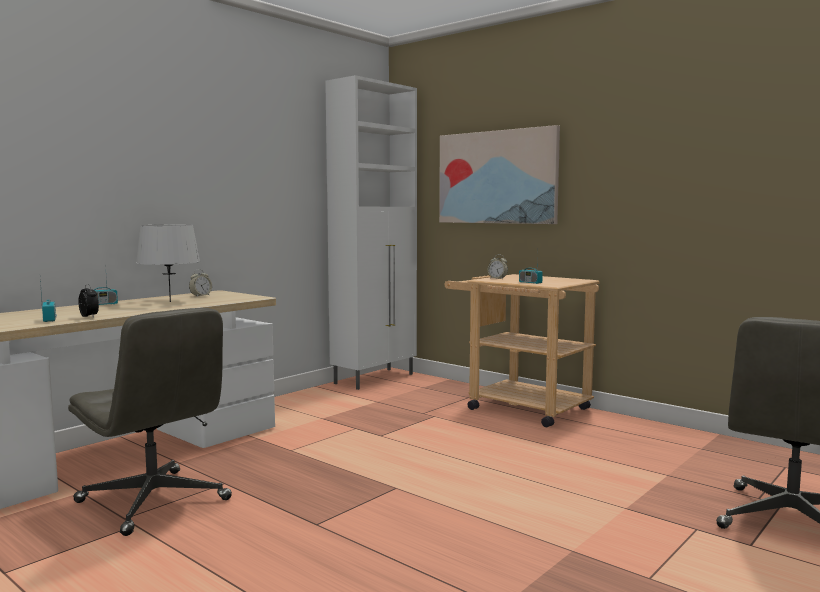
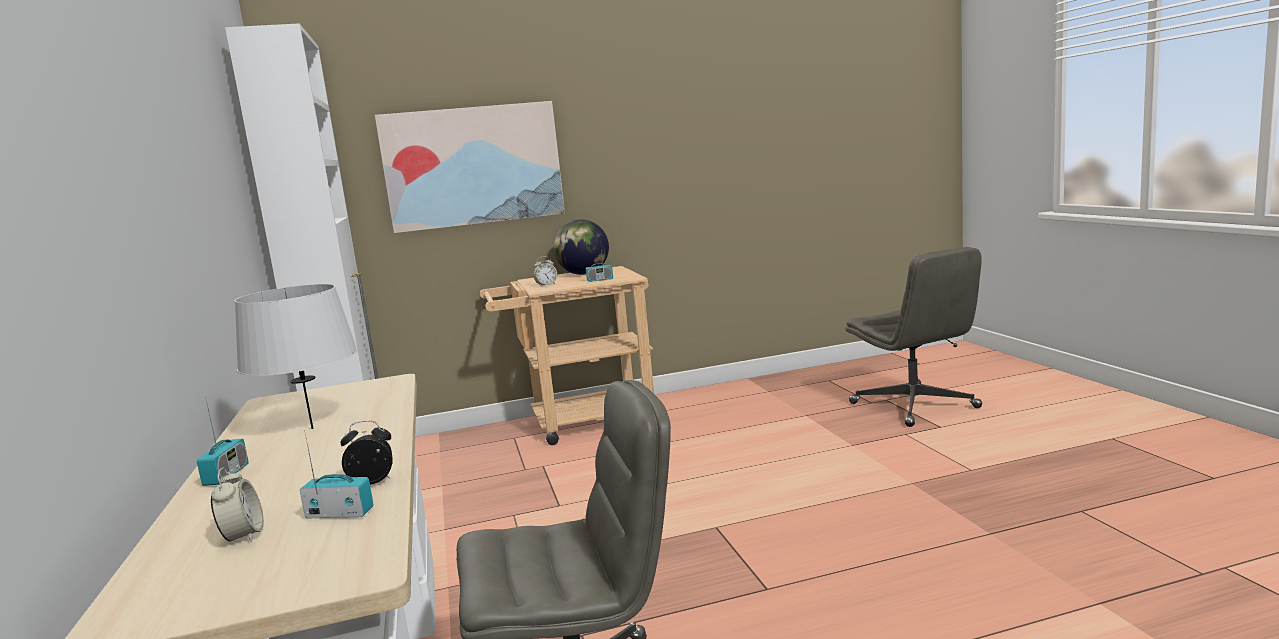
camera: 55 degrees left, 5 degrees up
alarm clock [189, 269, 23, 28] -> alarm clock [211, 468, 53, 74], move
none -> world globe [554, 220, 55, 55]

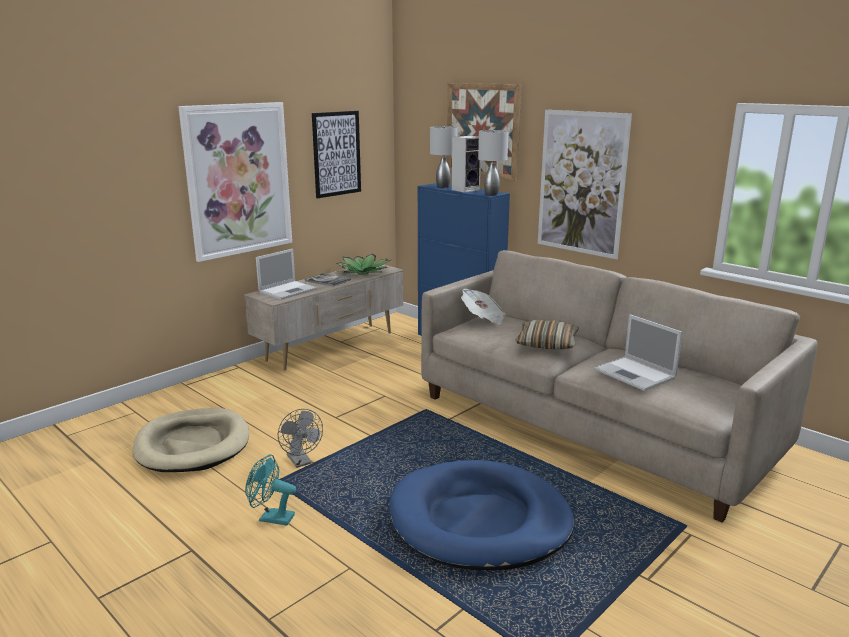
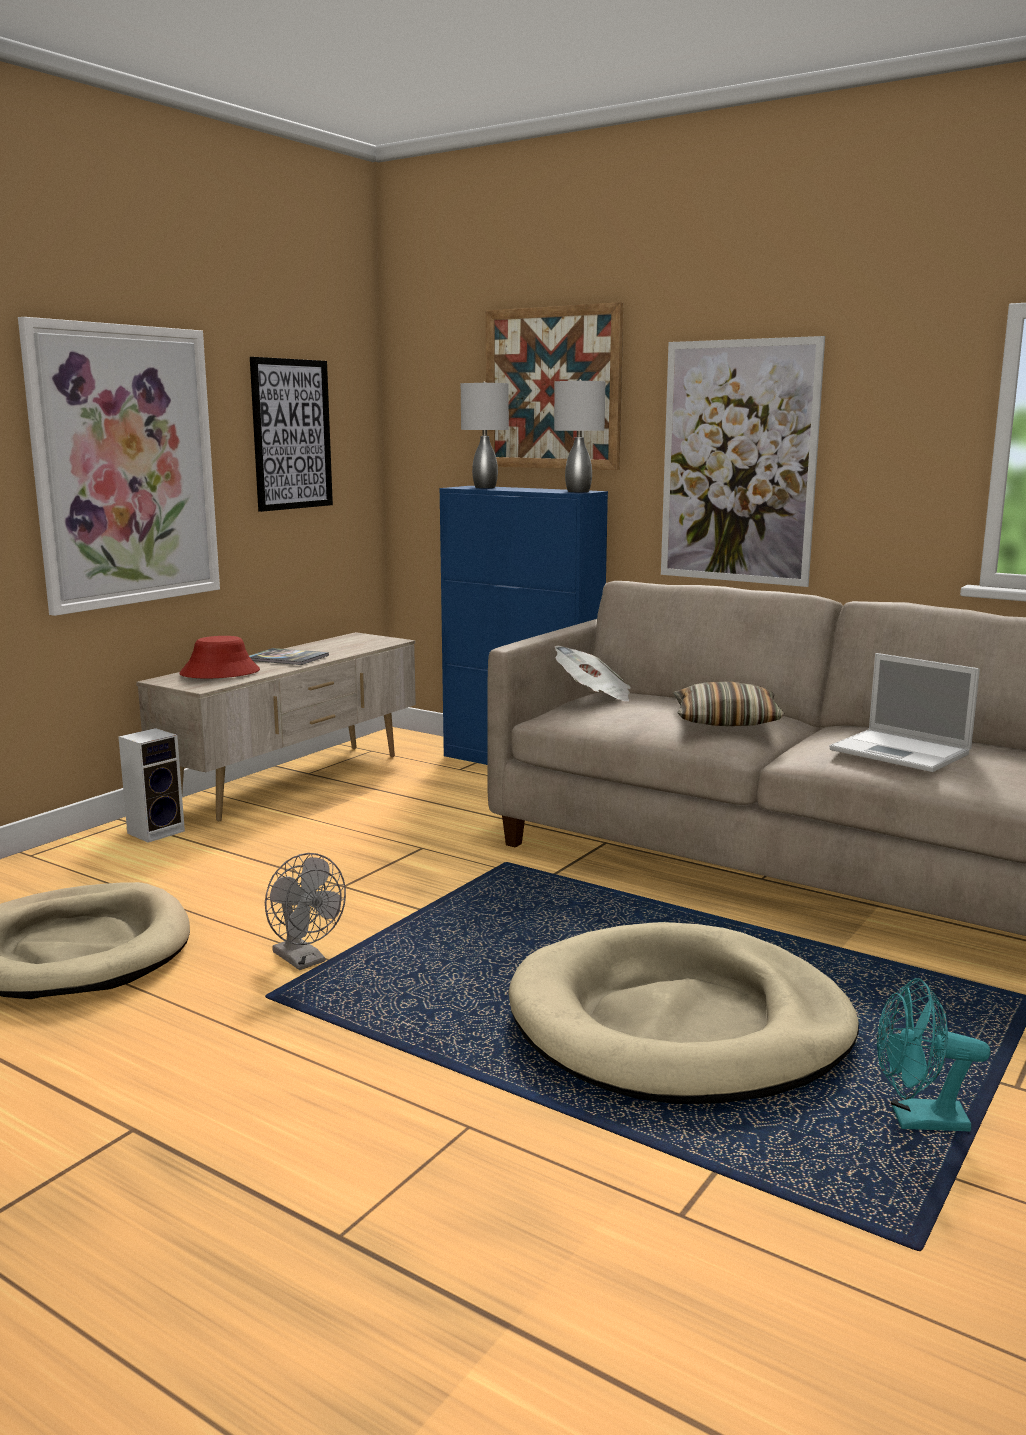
camera: 10 degrees left, 5 degrees down
electric fan in blue-green [245, 454, 51, 72] -> electric fan in blue-green [877, 978, 113, 153], move
laptop [256, 249, 61, 51] -> hat in red [179, 636, 81, 42]
houseplant [336, 254, 55, 21] -> none
dog bed in bluish [389, 460, 185, 110] -> dog bed in sand-coloured [508, 922, 351, 182]
loudspeaker [452, 136, 29, 57] -> loudspeaker [118, 728, 67, 115], move

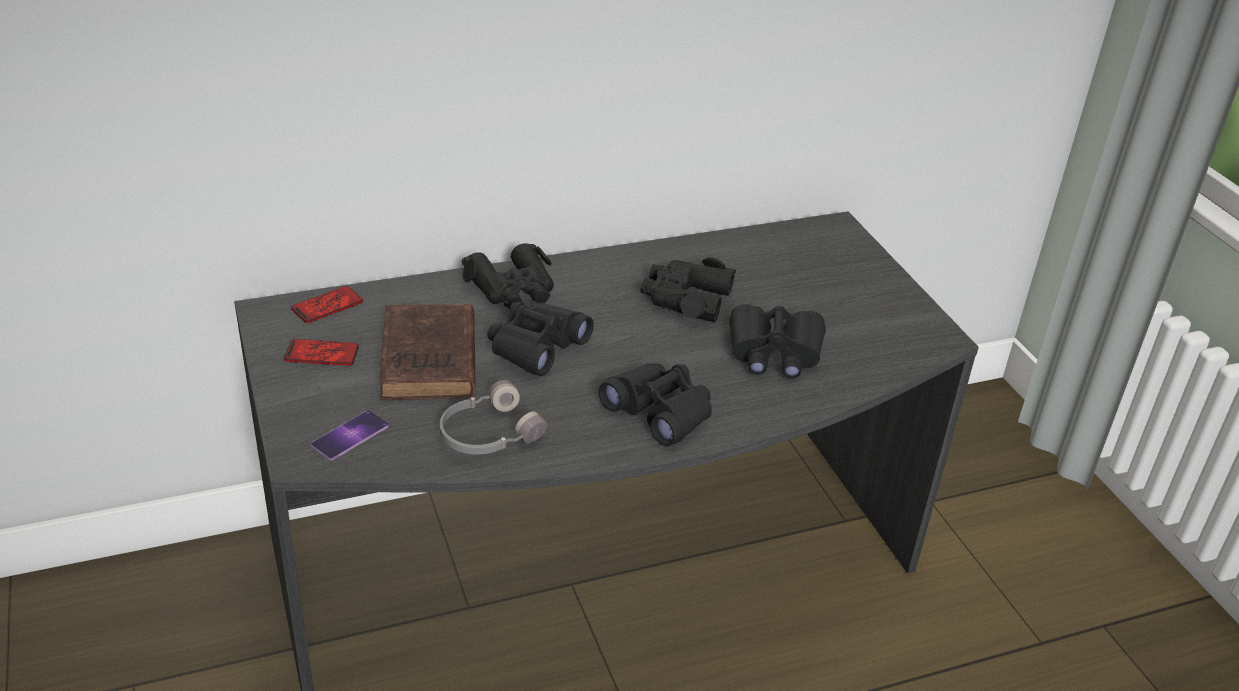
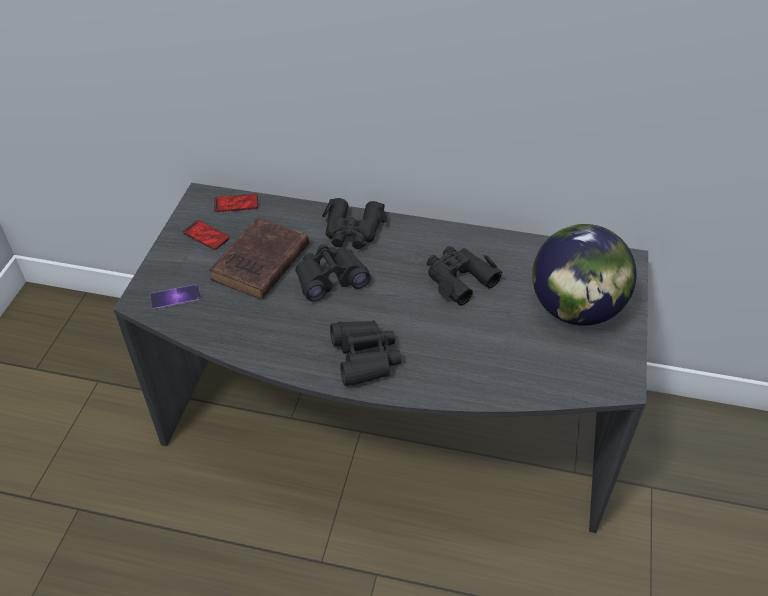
camera: 35 degrees right, 10 degrees up
headset in greyish [440, 380, 108, 74] -> none
pair of binoculars in black-coloured [729, 304, 97, 75] -> none
none -> world globe [532, 224, 104, 102]

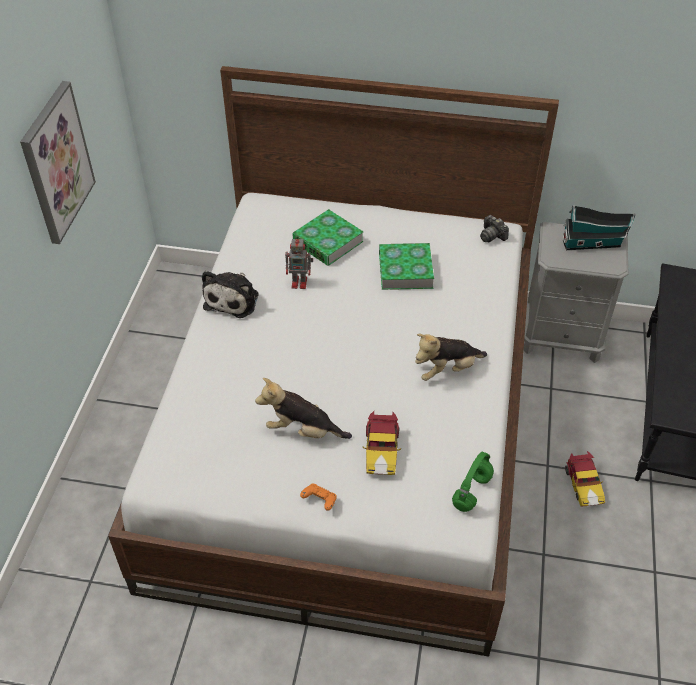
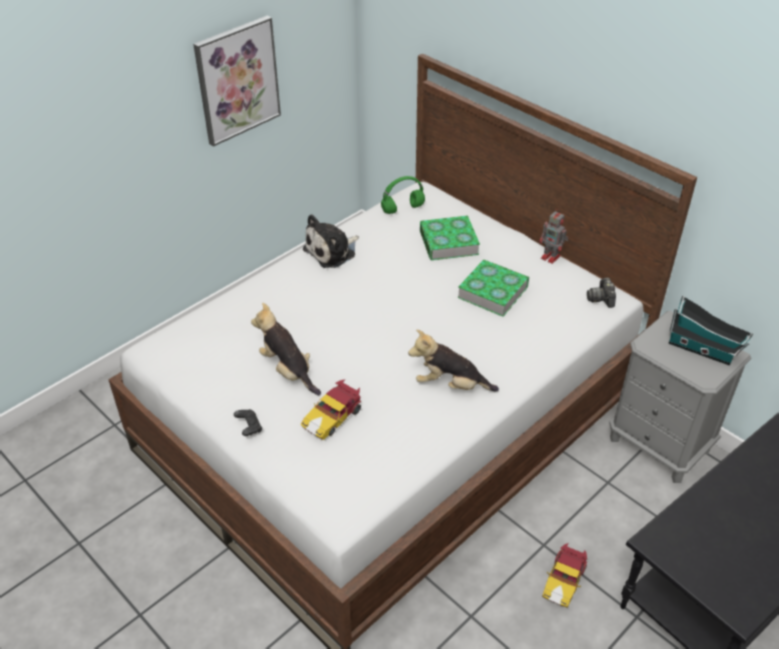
camera: 35 degrees right, 5 degrees down
toy robot [285, 236, 28, 53] -> toy robot [539, 209, 29, 55], move
gamepad in orange [300, 484, 37, 27] -> gamepad in black-coloured [234, 409, 28, 27]
headset in green [452, 451, 42, 61] -> headset in green [381, 176, 44, 38], move

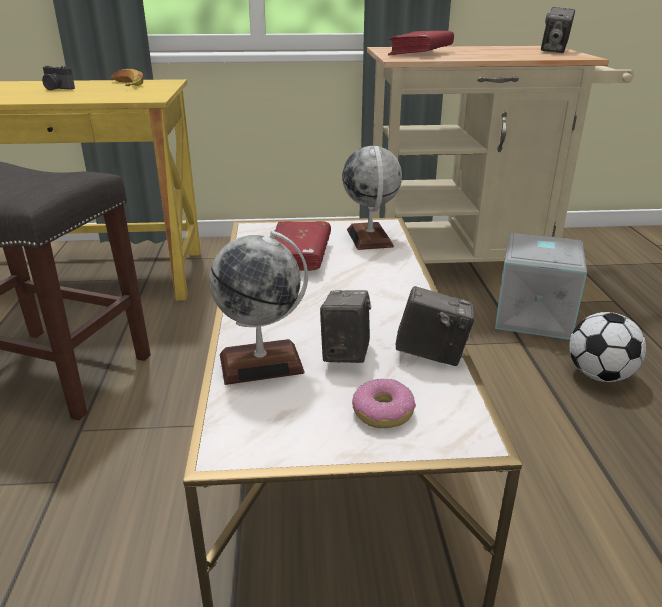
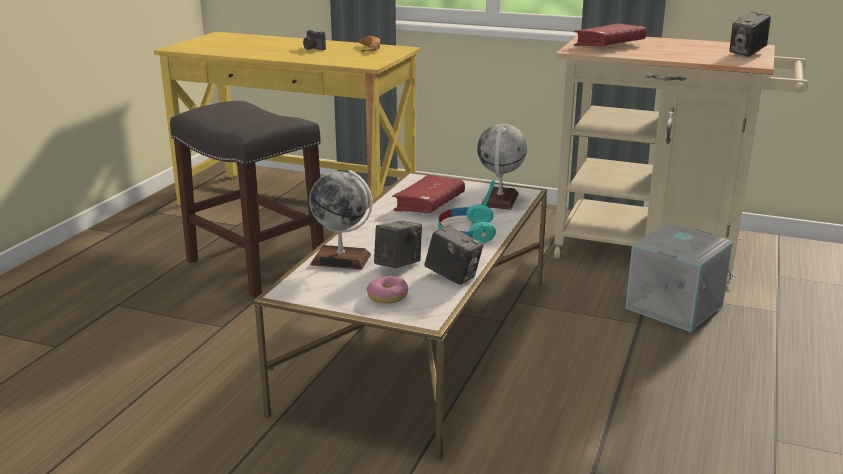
camera: 25 degrees right, 5 degrees down
ball for football [569, 312, 77, 70] -> none
none -> headset in blue-green [438, 180, 58, 63]

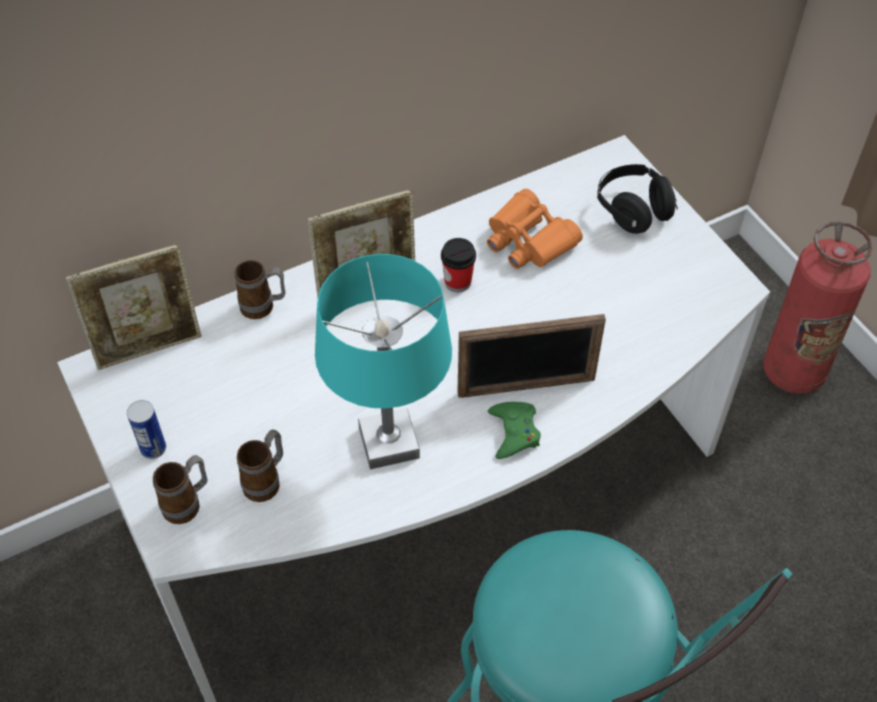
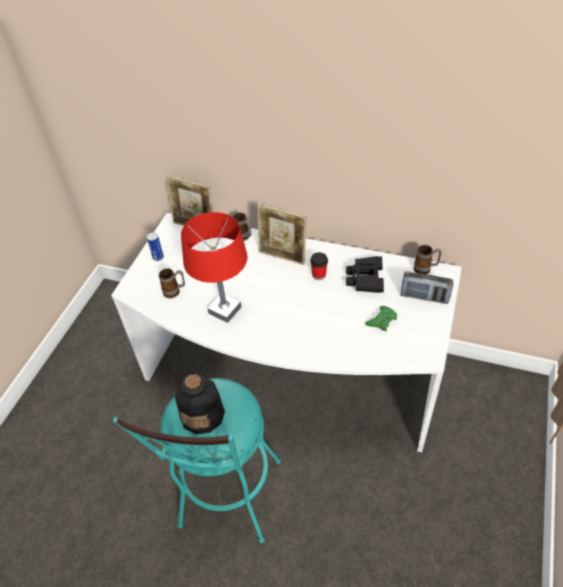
camera: 50 degrees right, 5 degrees down
tea mug [153, 455, 55, 69] -> tea mug [414, 245, 28, 29], move
table lamp in blue-green [315, 254, 137, 215] -> table lamp in red [181, 212, 67, 111]
photo frame [457, 314, 149, 84] -> none
pair of binoculars in orange [487, 189, 96, 80] -> pair of binoculars in black-coloured [346, 256, 38, 37]
gamepad in green [488, 402, 53, 57] -> gamepad in green [365, 306, 32, 25], move
headset in black-coloured [597, 164, 81, 70] -> radio set [401, 271, 52, 33]
fire extinguisher [763, 221, 110, 173] -> none
none -> beverage bottle [175, 373, 50, 61]

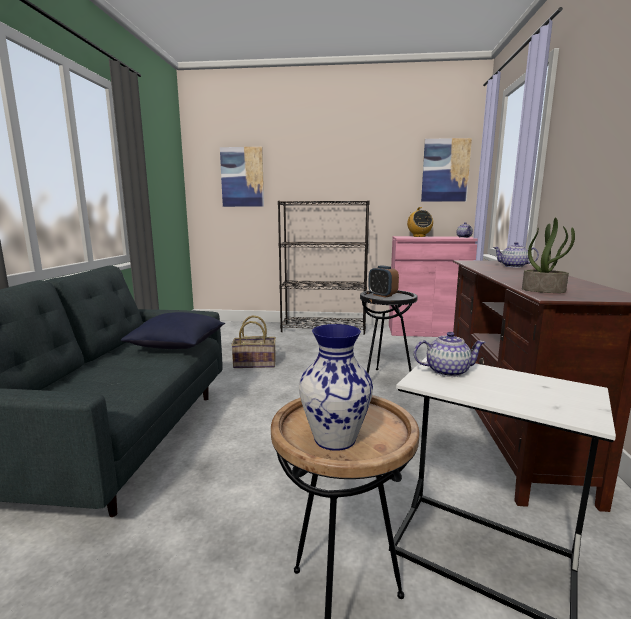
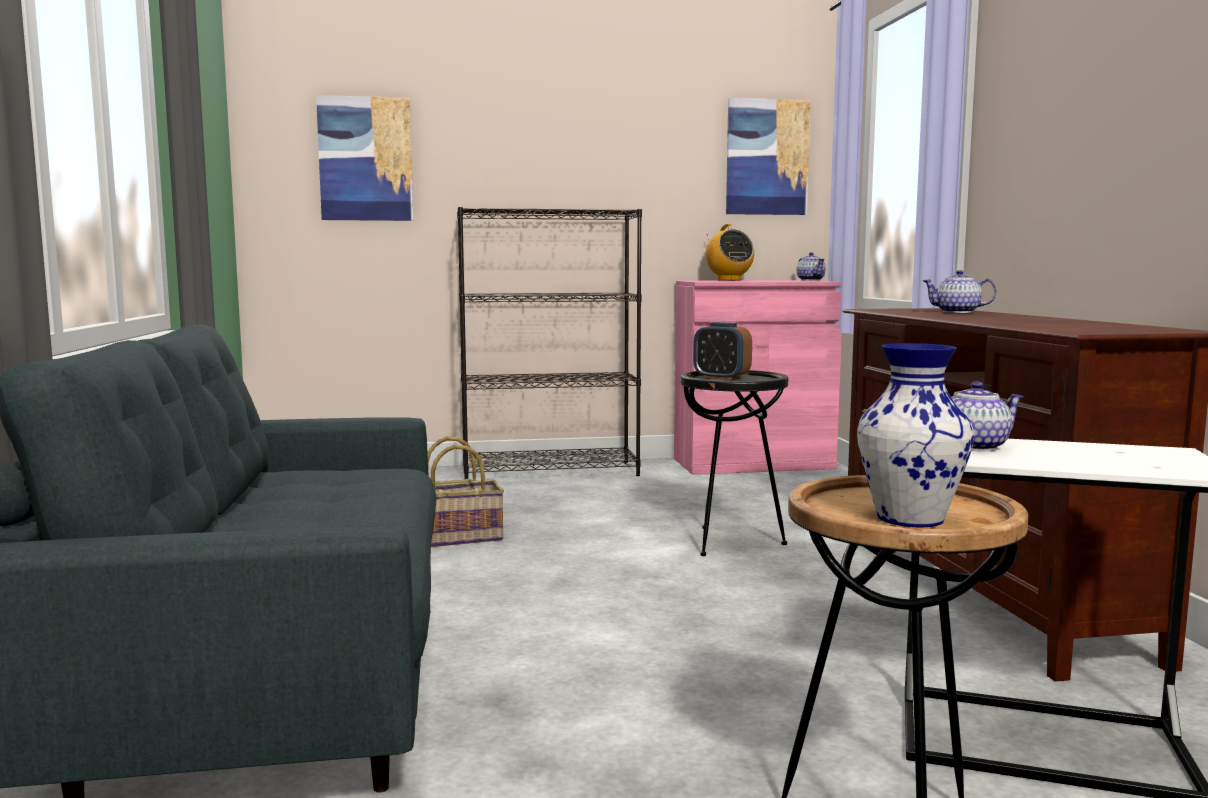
camera: 15 degrees left, 5 degrees down
throw pillow in bluish [121, 312, 104, 37] -> none
houseplant [522, 217, 53, 76] -> none

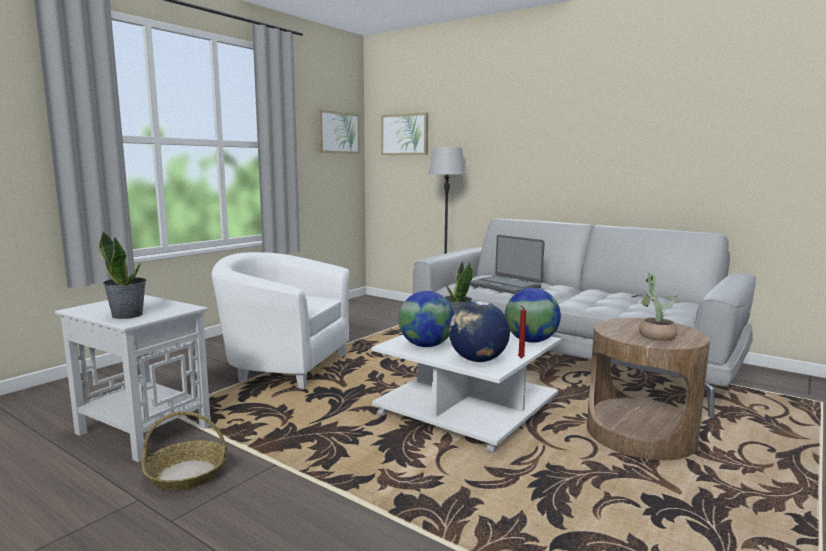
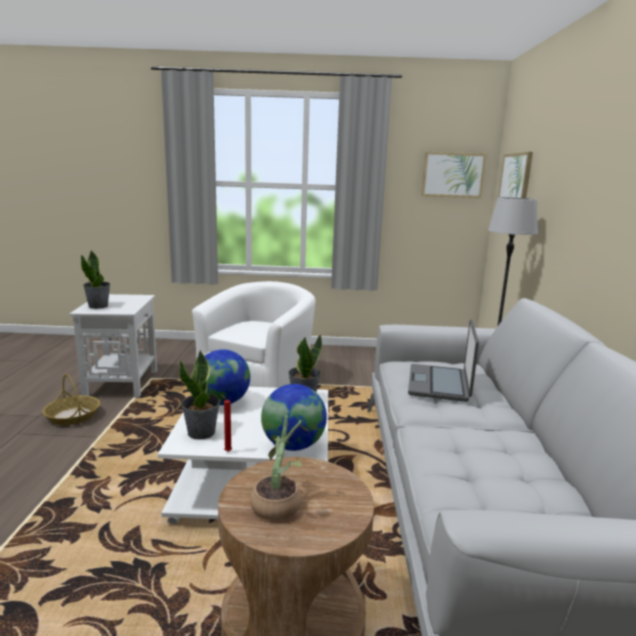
camera: 55 degrees right, 5 degrees up
easy chair in white-coloured [212, 252, 137, 137] -> easy chair in white-coloured [192, 281, 124, 107], 45 degrees clockwise
world globe [449, 301, 61, 61] -> houseplant [179, 350, 41, 90]

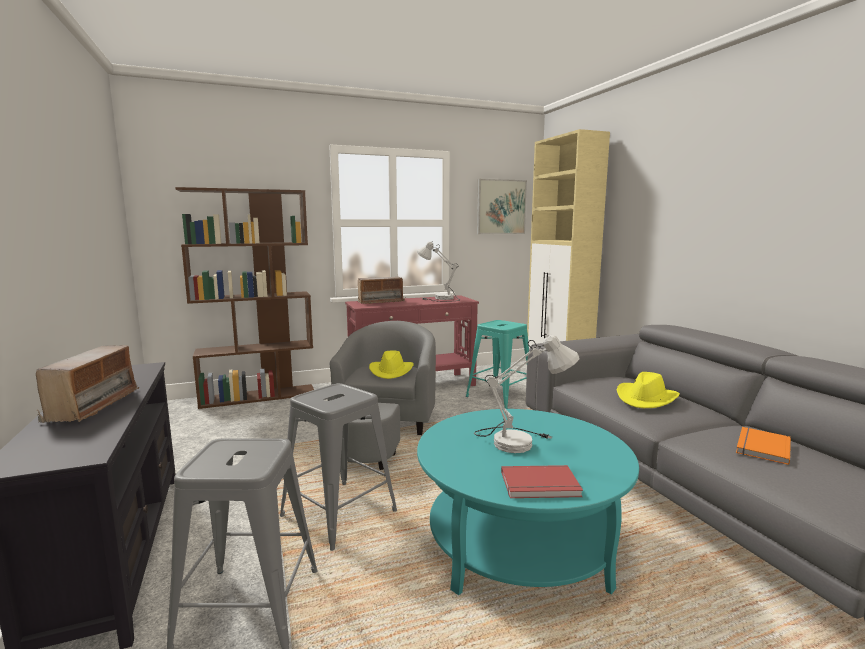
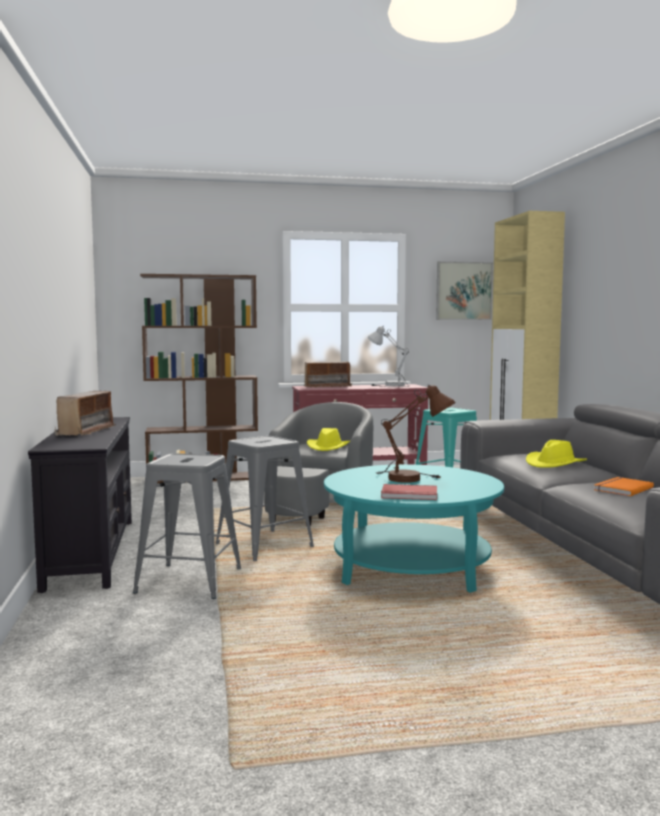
camera: 10 degrees right, 5 degrees down
table lamp in white-coloured [474, 333, 105, 120] -> table lamp in brownish [376, 384, 79, 99]

